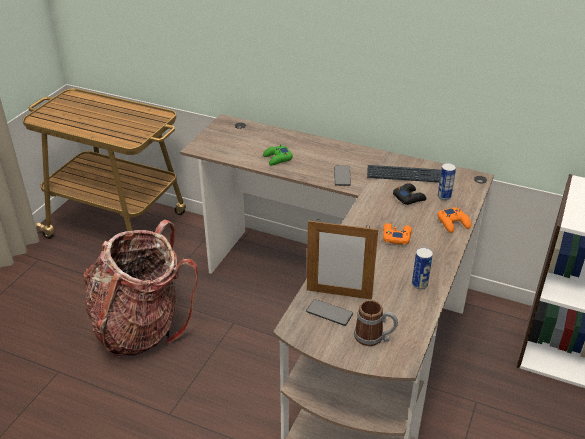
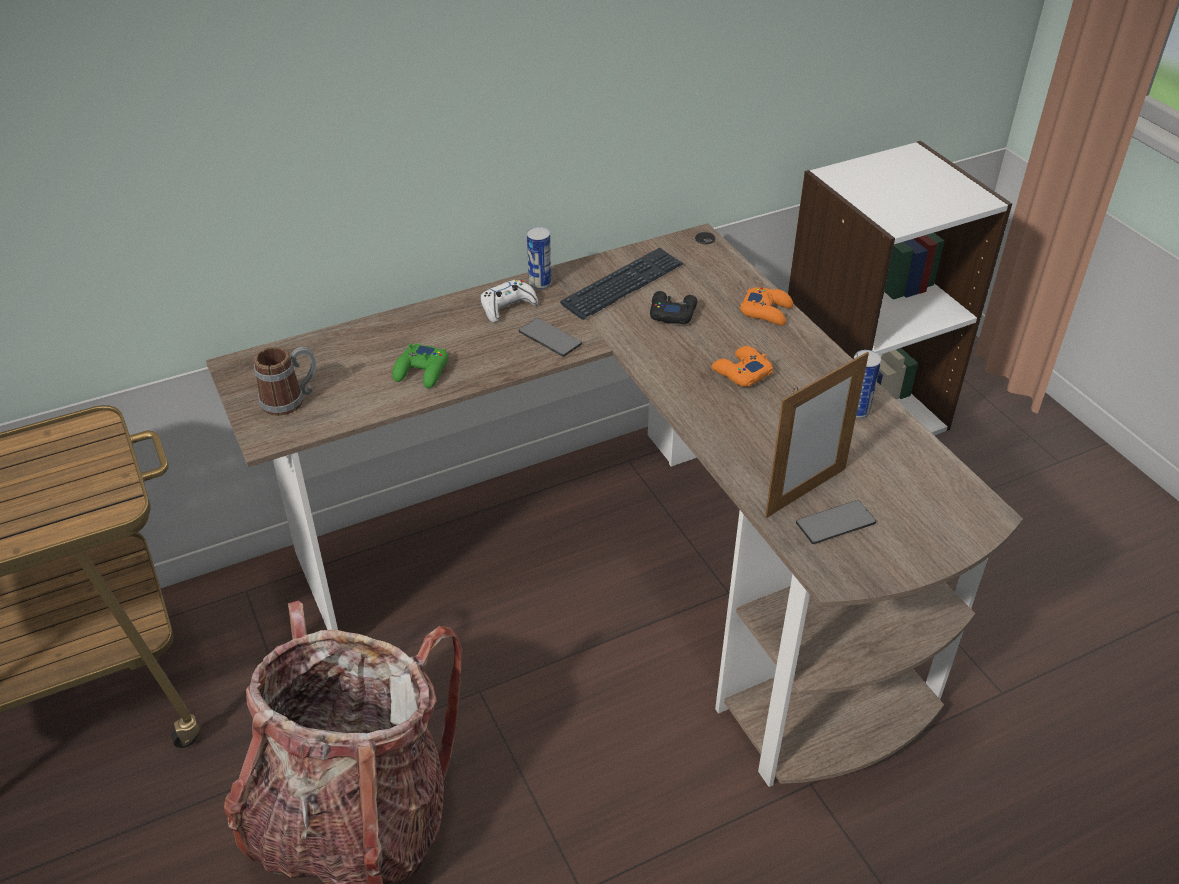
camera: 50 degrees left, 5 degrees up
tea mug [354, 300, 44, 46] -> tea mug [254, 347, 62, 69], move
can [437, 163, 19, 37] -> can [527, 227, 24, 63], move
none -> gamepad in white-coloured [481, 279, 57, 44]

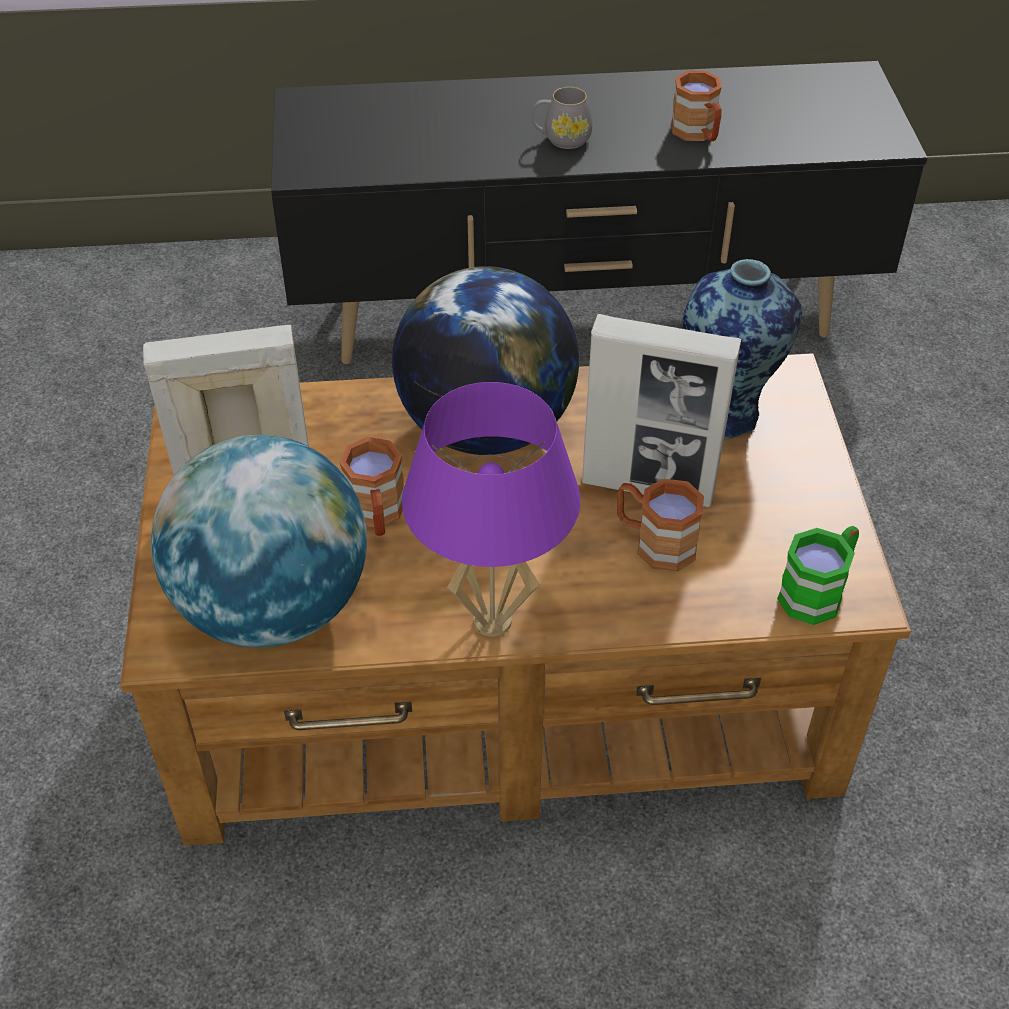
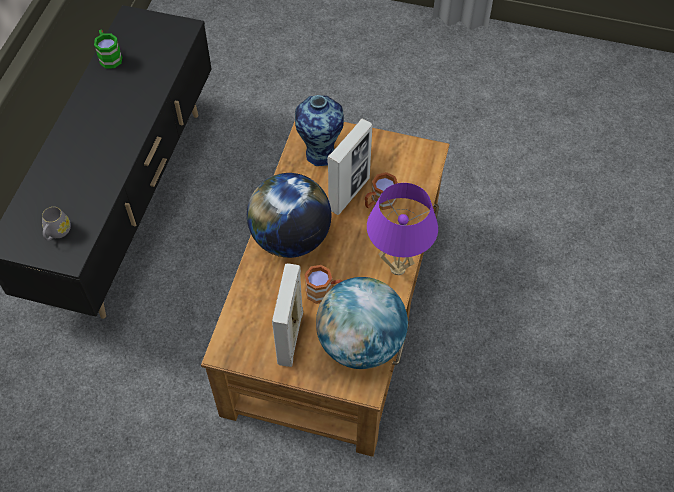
camera: 70 degrees left, 10 degrees up
tea mug in greyish [532, 87, 61, 62] -> tea mug in greyish [42, 207, 29, 34], move
tea mug in brownish [671, 70, 51, 71] -> none
tea mug in green [777, 526, 82, 99] -> tea mug in green [94, 29, 28, 39], move

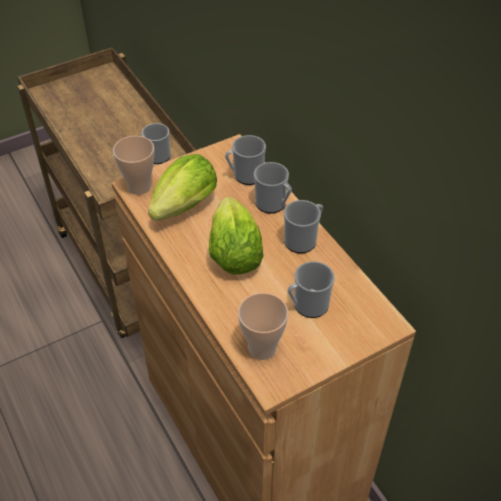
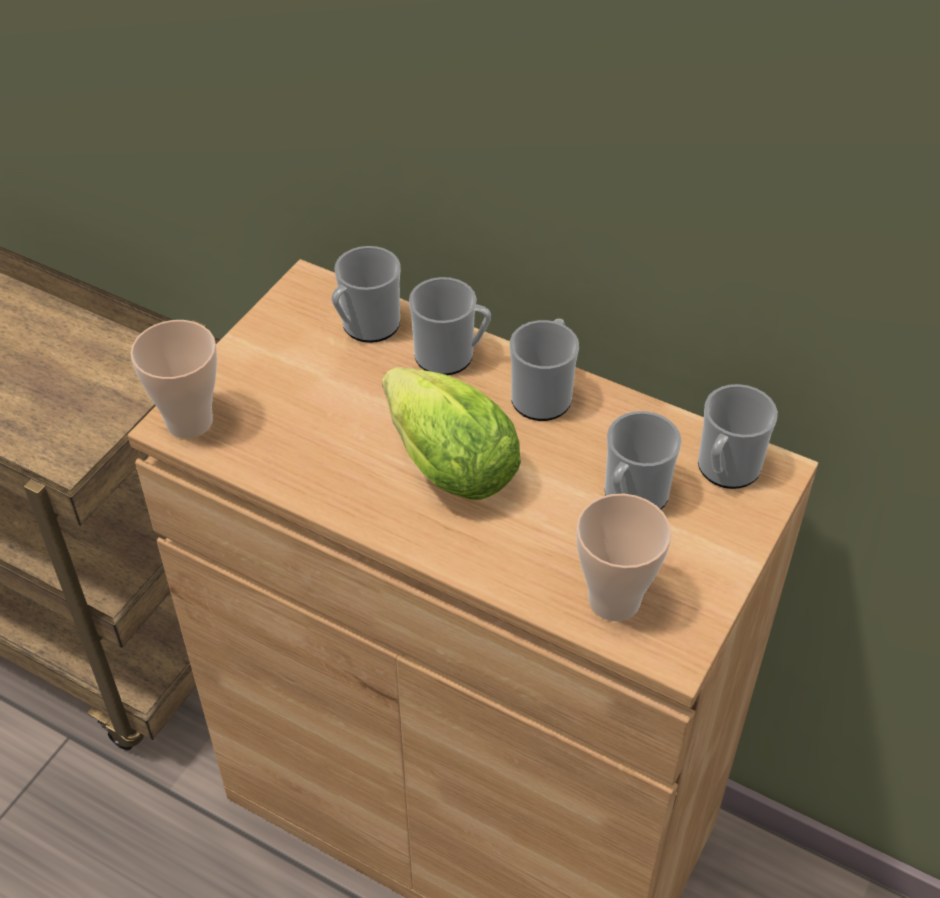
camera: 30 degrees left, 0 degrees up
tea mug [142, 123, 29, 41] -> tea mug [698, 384, 80, 105], move
lettuce [148, 154, 69, 67] -> none

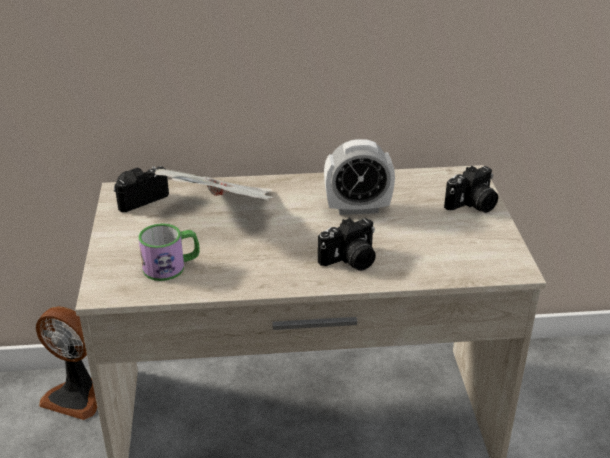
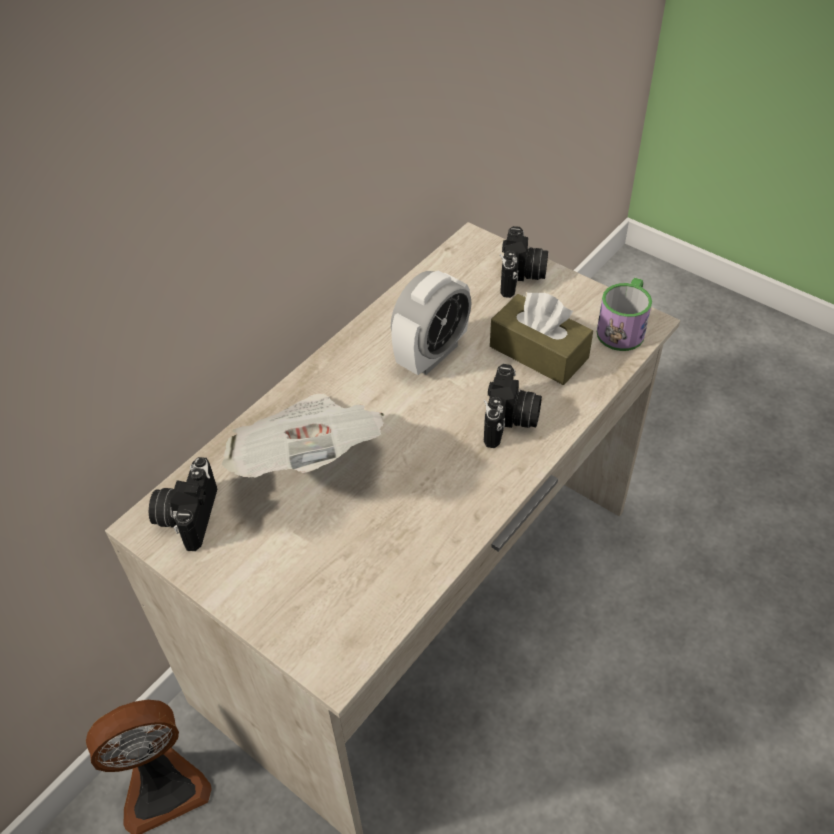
camera: 45 degrees left, 15 degrees up
tea mug [138, 223, 62, 58] -> tea mug [597, 278, 55, 73], move
none -> tissue holder in brownish [490, 292, 103, 93]

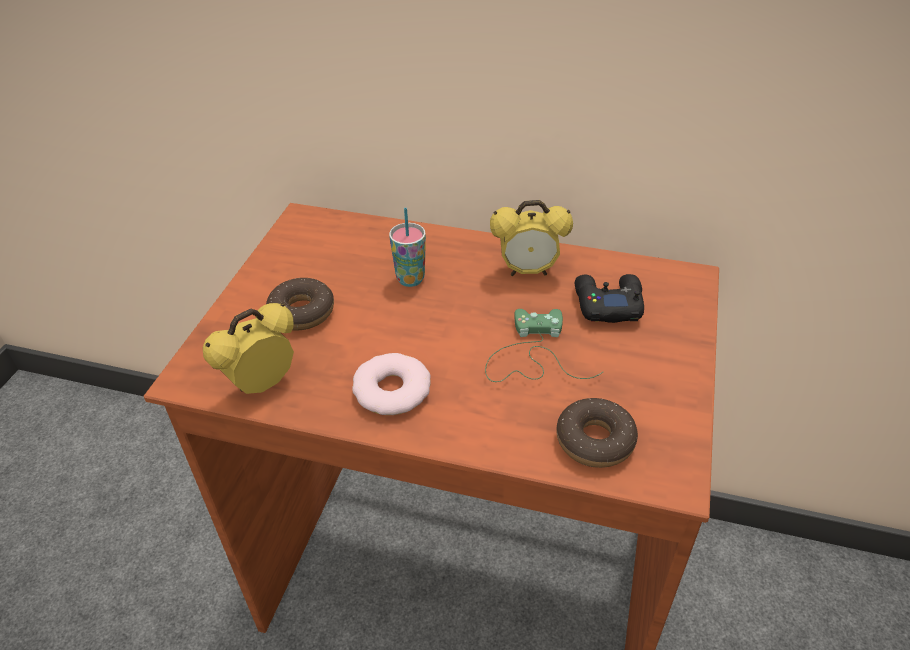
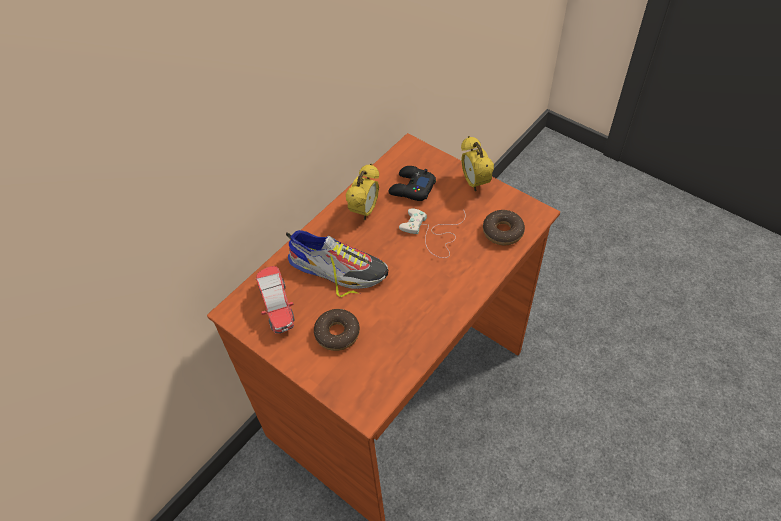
camera: 65 degrees left, 10 degrees up
alarm clock [203, 303, 91, 91] -> alarm clock [461, 136, 33, 56], move
ring doughnut [352, 353, 79, 62] -> none
drinking cup [389, 208, 37, 79] -> item of footwear [286, 230, 103, 67]
gamepad in green [485, 309, 118, 73] -> gamepad in white-coloured [399, 208, 67, 50]
none -> model car [256, 266, 39, 68]

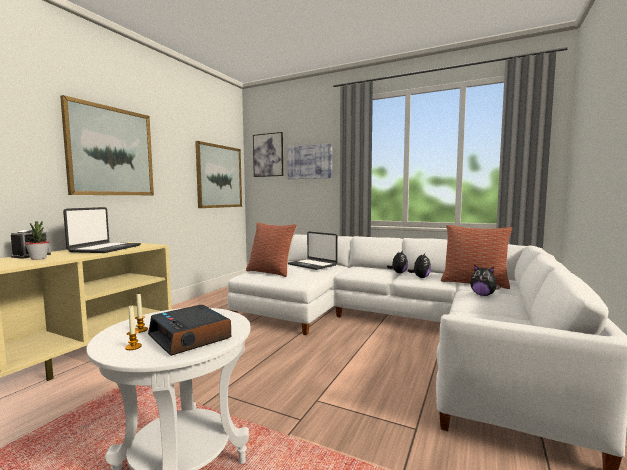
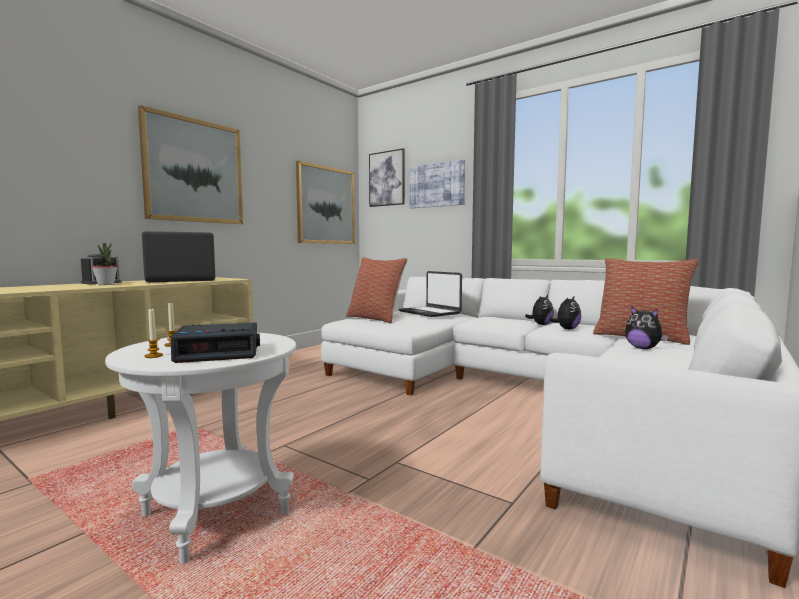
camera: 10 degrees right, 0 degrees up
laptop [63, 207, 78, 46] -> laptop [142, 231, 73, 51], 135 degrees counterclockwise
alarm clock [148, 305, 83, 51] -> alarm clock [171, 322, 89, 41], 75 degrees counterclockwise

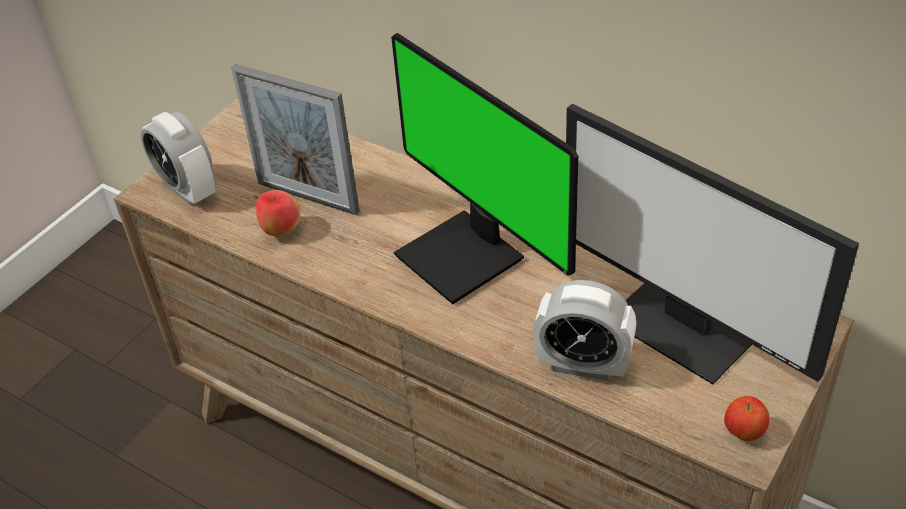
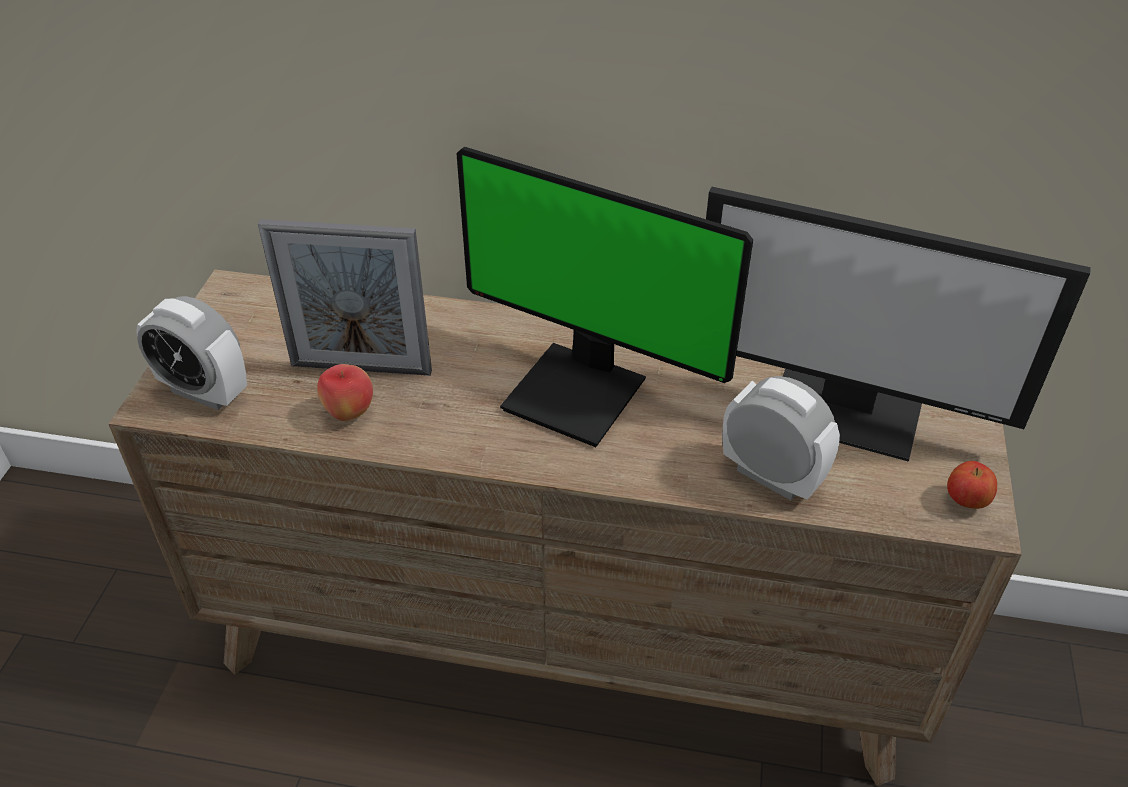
camera: 25 degrees left, 0 degrees up
alarm clock [533, 280, 103, 101] -> alarm clock [722, 376, 118, 124], 135 degrees counterclockwise

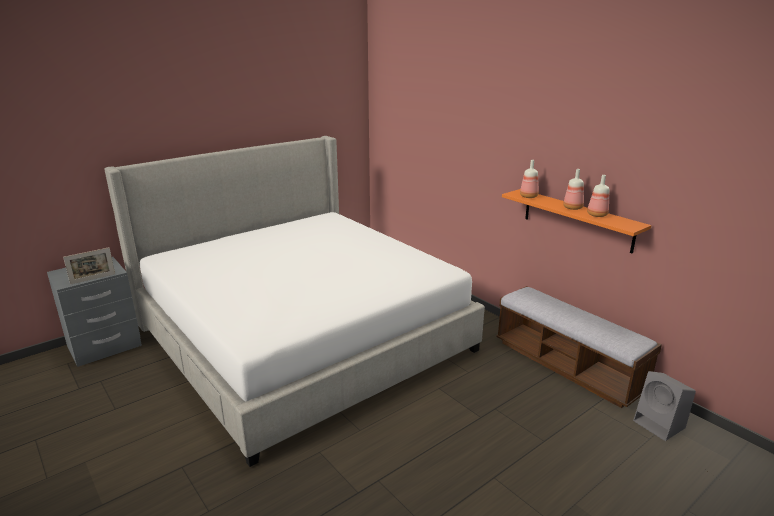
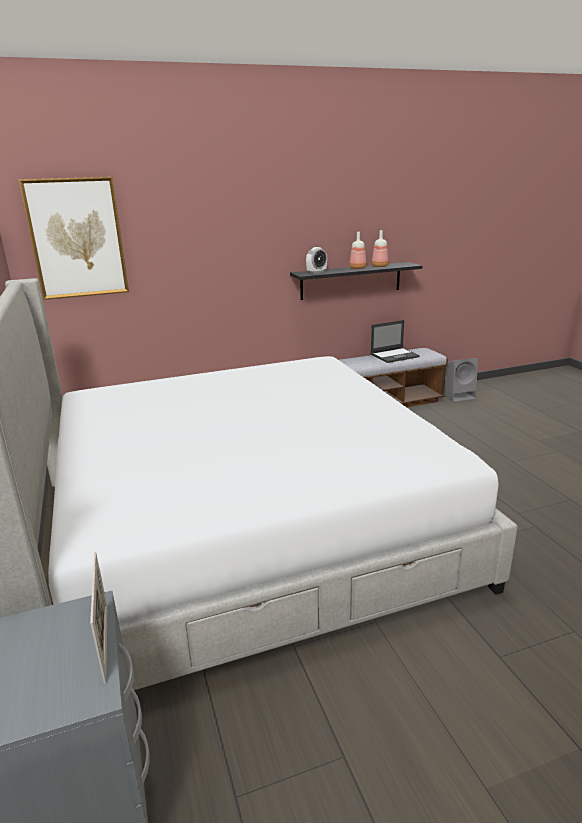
camera: 70 degrees left, 0 degrees up
bracket shelf in orange [502, 189, 149, 65] -> bracket shelf in black-coloured [290, 262, 132, 38]
beverage bottle [520, 160, 19, 38] -> alarm clock [306, 247, 21, 27]
none -> wall picture [19, 177, 110, 123]
none -> laptop [371, 320, 49, 43]

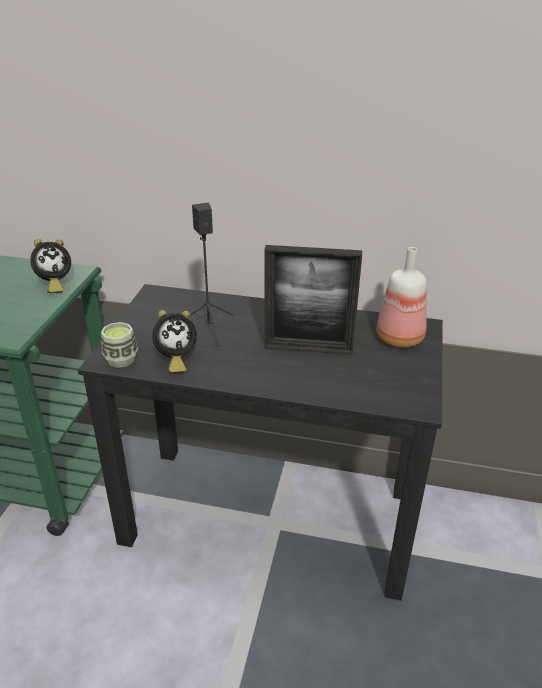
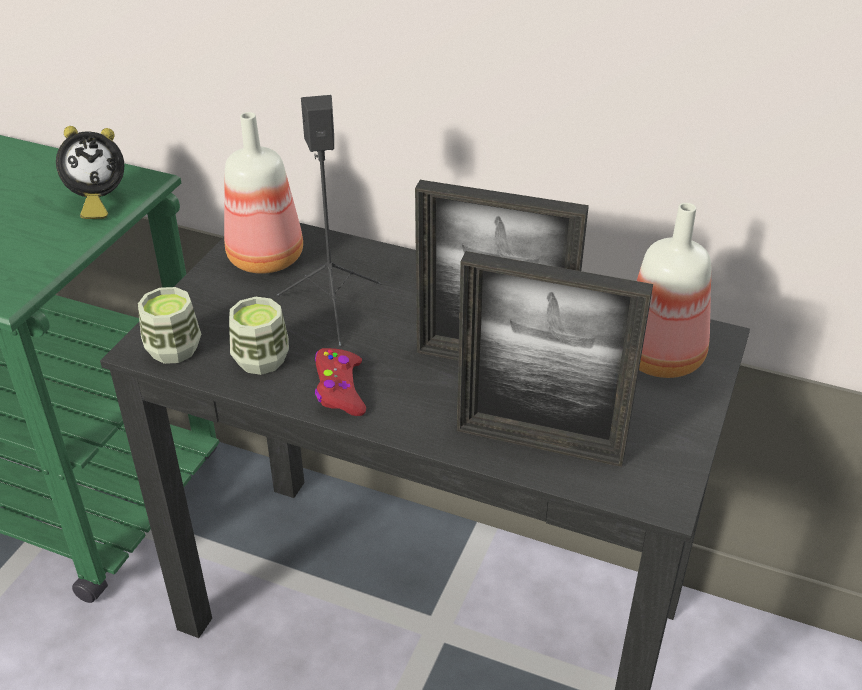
camera: 10 degrees right, 5 degrees up
alarm clock [152, 310, 45, 63] -> drinking cup [229, 297, 60, 78]
none -> beverage bottle [224, 112, 79, 162]
none -> gamepad in red [315, 348, 51, 68]
none -> photo frame [457, 251, 196, 216]

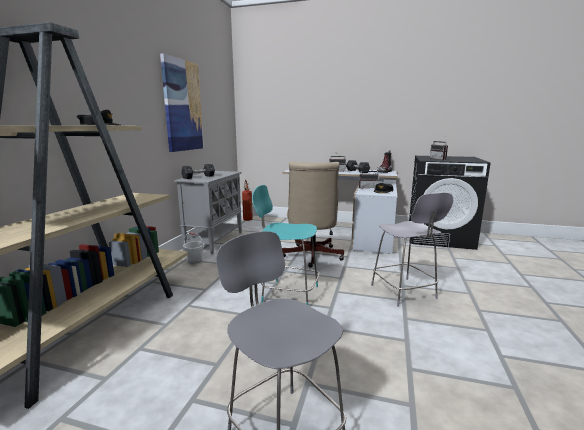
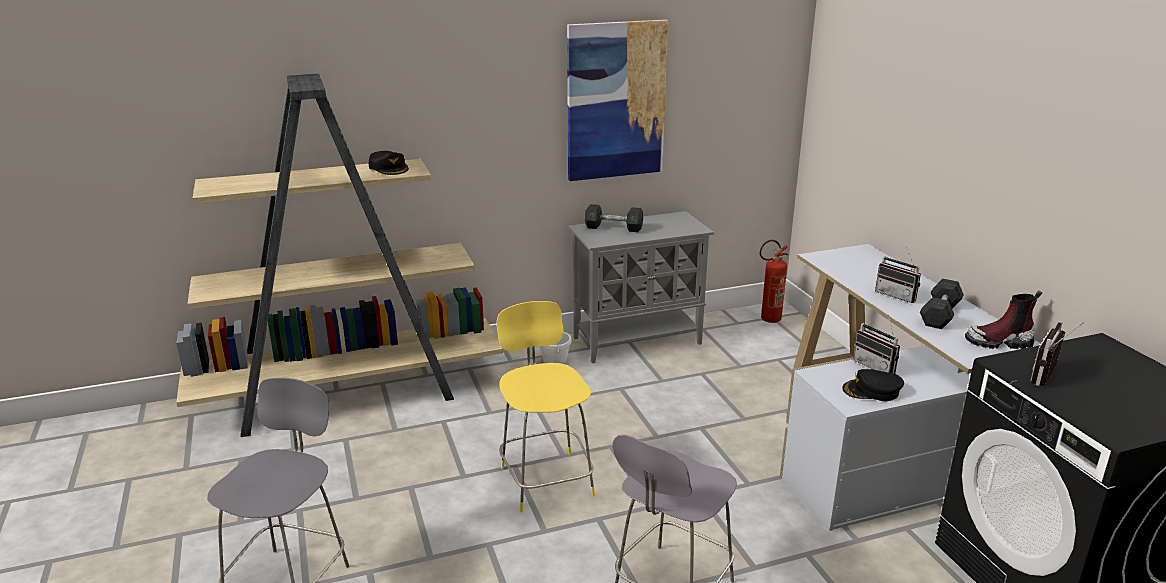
camera: 55 degrees right, 10 degrees up
sitting stool in blue-green [252, 185, 68, 120] -> sitting stool in yellow [497, 301, 98, 211]
desk chair in sand-coloured [282, 162, 62, 106] -> none

